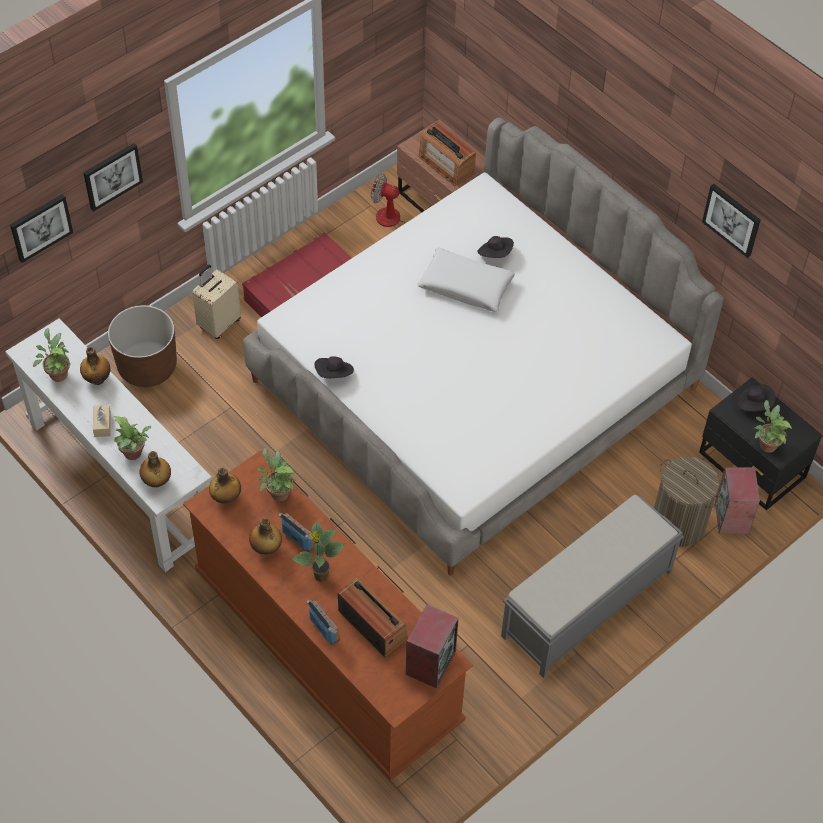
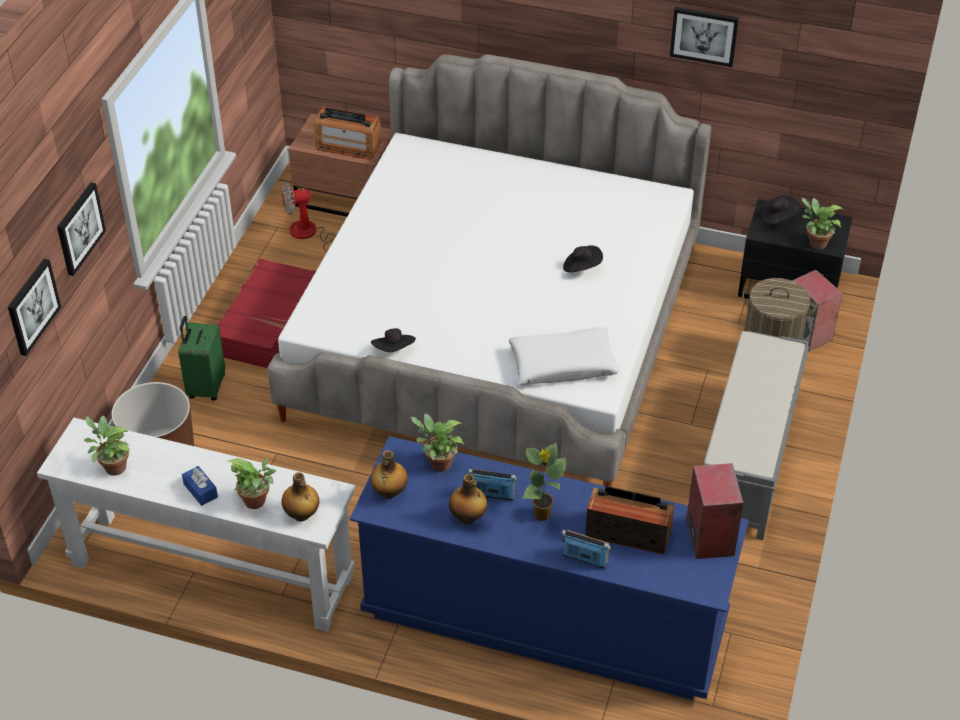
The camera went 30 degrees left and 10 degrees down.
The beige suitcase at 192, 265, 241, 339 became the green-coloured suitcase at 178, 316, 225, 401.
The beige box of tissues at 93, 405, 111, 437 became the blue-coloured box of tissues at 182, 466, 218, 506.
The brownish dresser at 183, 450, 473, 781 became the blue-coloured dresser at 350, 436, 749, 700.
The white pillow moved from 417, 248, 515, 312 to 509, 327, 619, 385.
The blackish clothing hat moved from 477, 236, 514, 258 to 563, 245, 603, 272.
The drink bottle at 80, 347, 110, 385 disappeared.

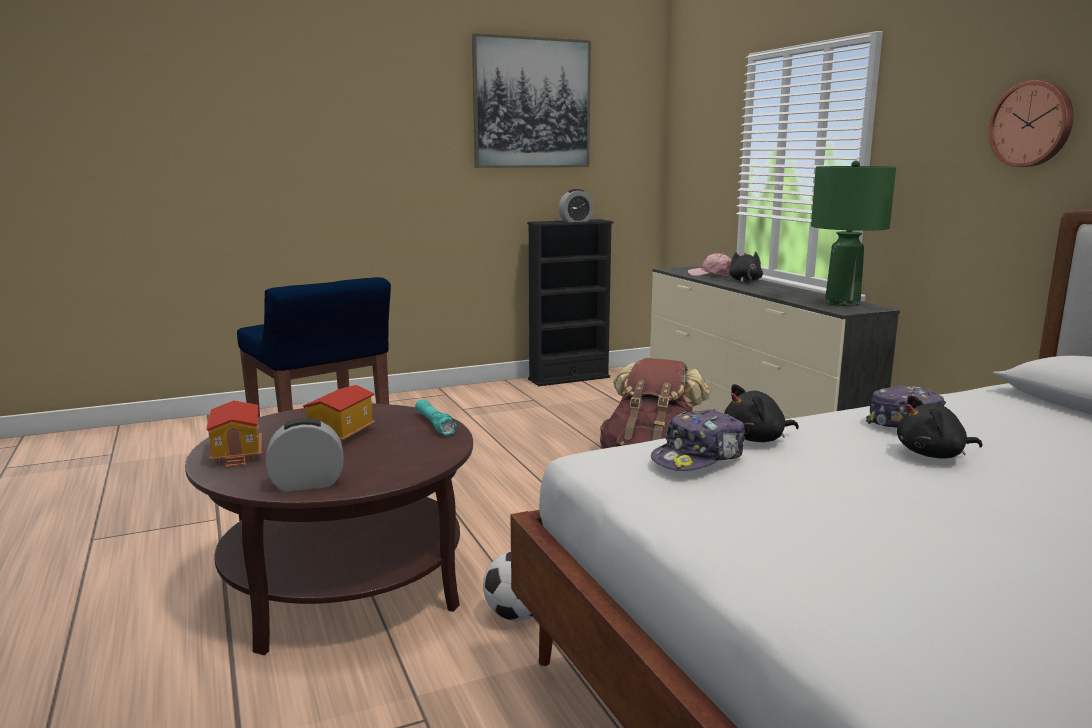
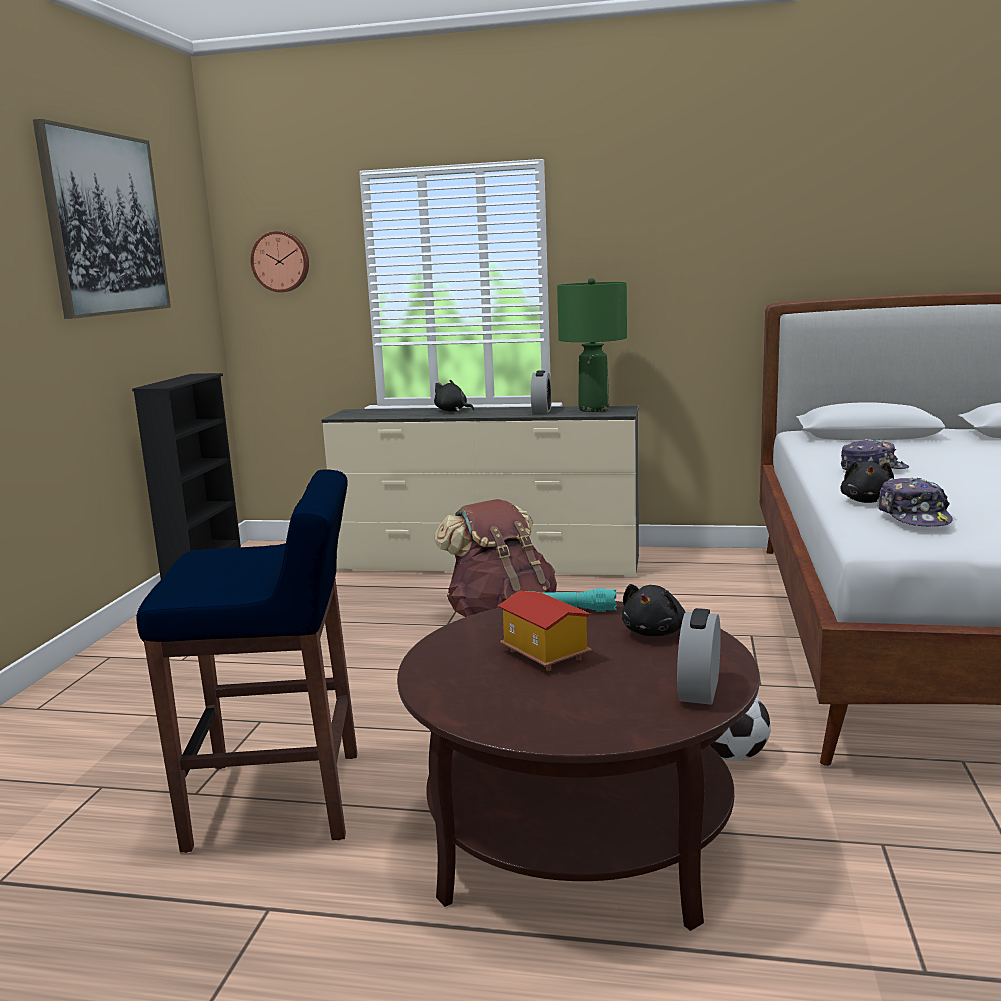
The camera went 55 degrees left and 0 degrees up.
The clock on the wall moved from 988, 80, 1073, 167 to 250, 231, 309, 292.
The table clock moved from 558, 189, 594, 222 to 531, 370, 552, 414.
The blackish soft toy moved from 897, 395, 983, 458 to 622, 584, 685, 636.
The toy house at 206, 400, 262, 468 disappeared.
The pink-coloured cap at 688, 253, 731, 276 disappeared.

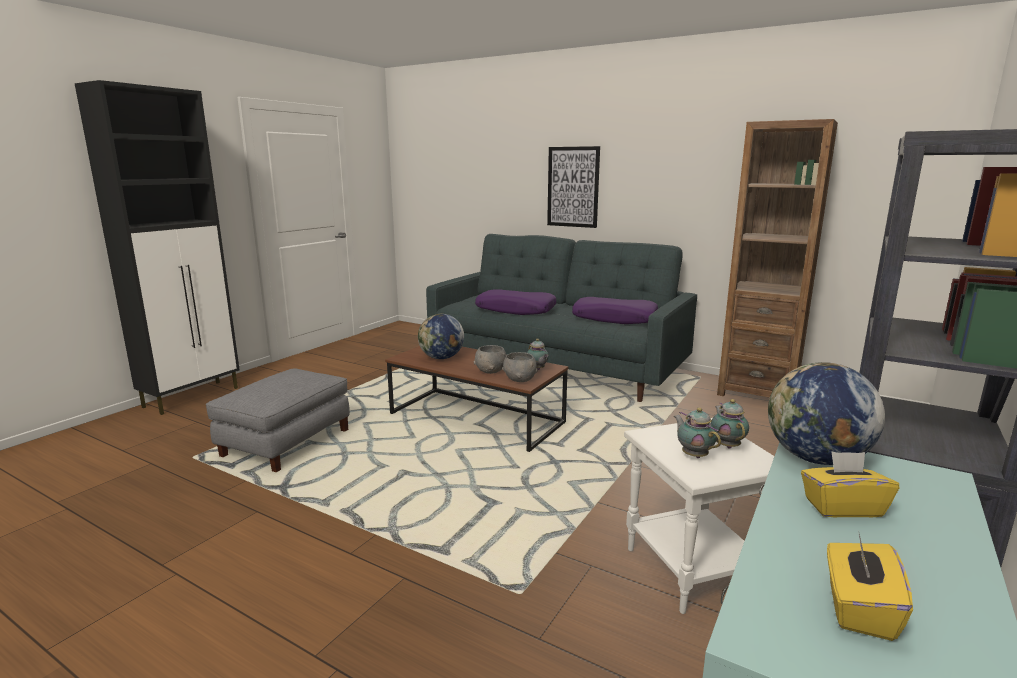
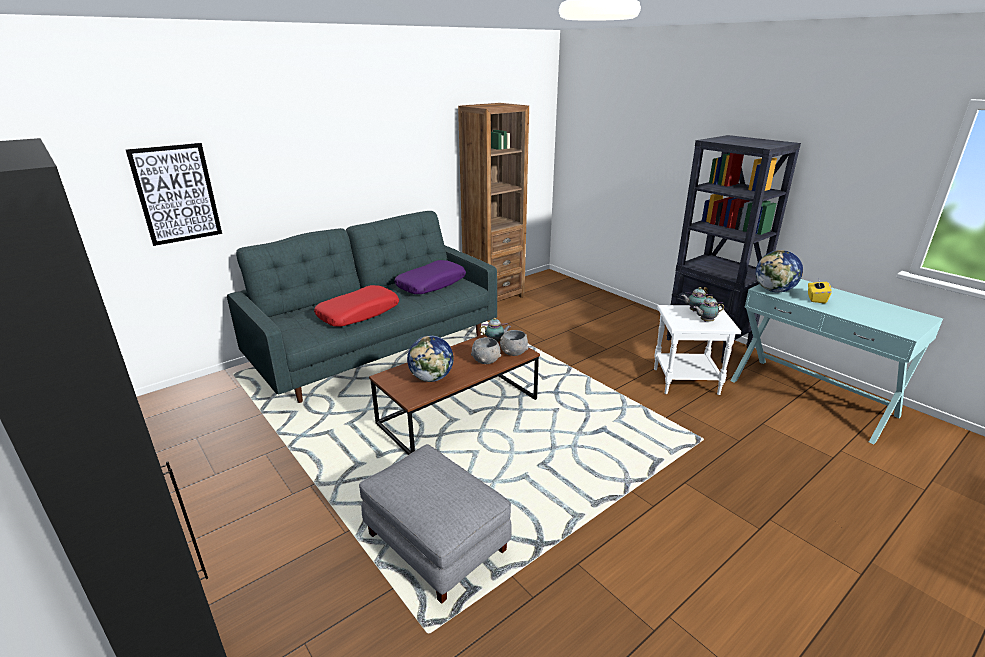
The camera went 70 degrees left and 10 degrees up.
The wall art moved from 547, 146, 600, 228 to 125, 143, 222, 246.
The purplish pillow at 475, 289, 556, 315 became the red pillow at 314, 285, 399, 327.
The yellow box of tissues at 827, 534, 913, 641 disappeared.

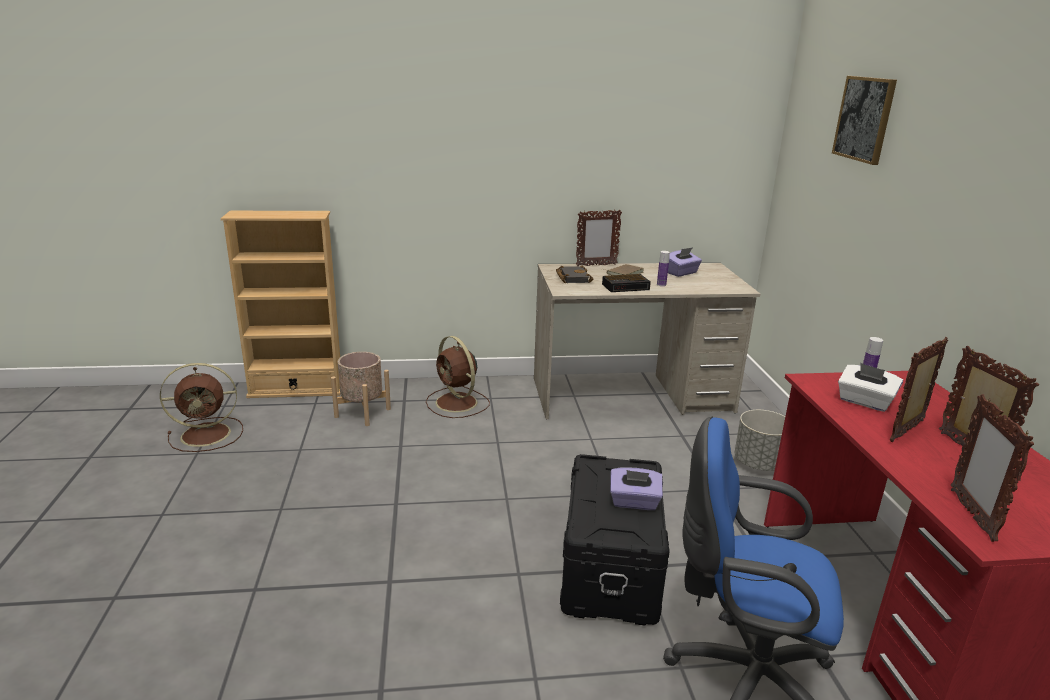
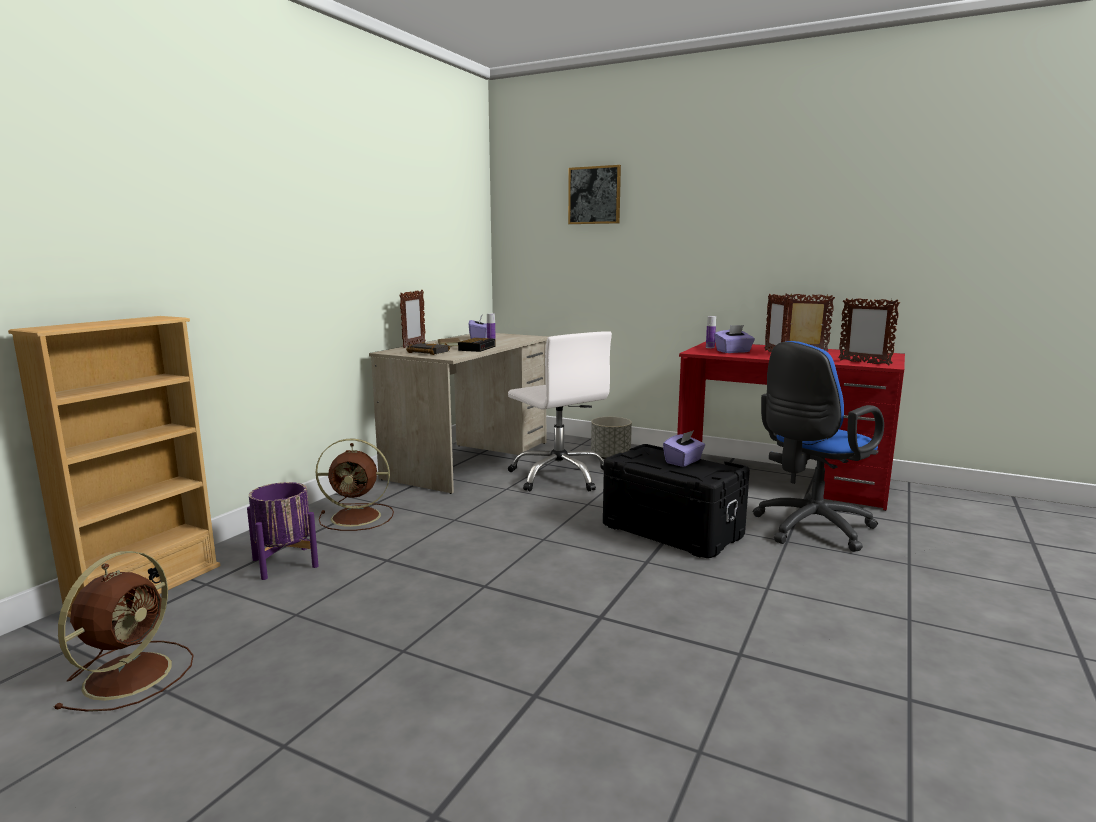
The camera went 55 degrees left and 10 degrees down.
The beige plant pot at 331, 352, 391, 426 became the purplish plant pot at 247, 482, 319, 580.
The white computer chair at 508, 331, 612, 491 appeared.
The white box of tissues at 838, 363, 903, 412 became the purplish box of tissues at 714, 325, 755, 353.

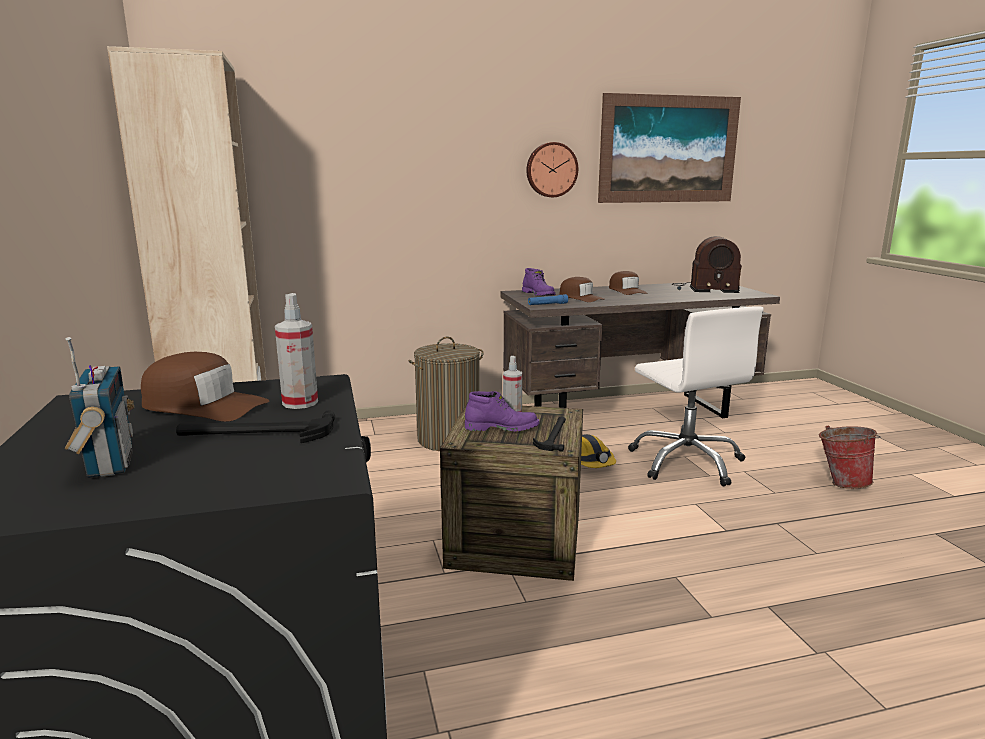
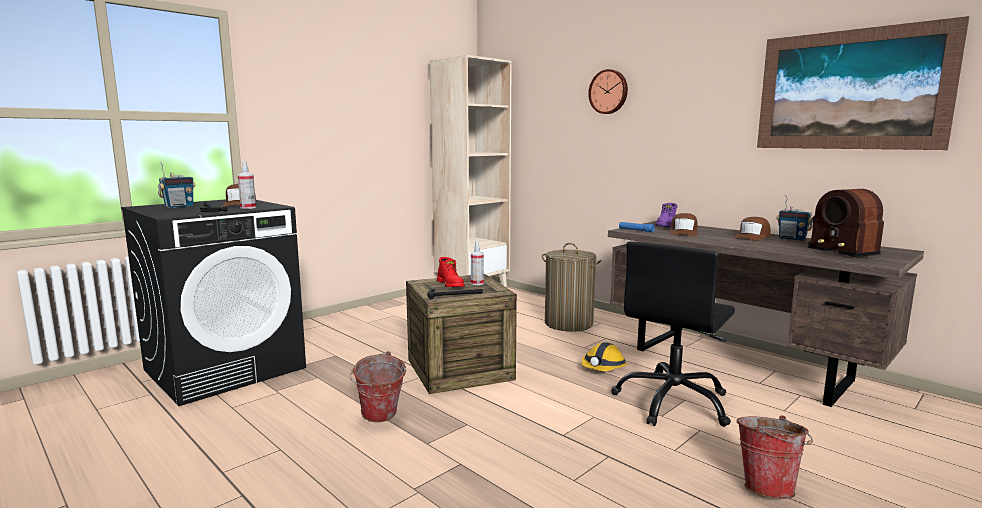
The camera went 60 degrees right and 5 degrees down.
The water bucket at 350, 351, 406, 422 appeared.
The purplish tall boot at 465, 391, 540, 431 became the red tall boot at 437, 257, 465, 287.
The clock on the wall moved from 526, 142, 578, 197 to 588, 69, 628, 114.
The white computer chair at 628, 306, 764, 487 became the blackish computer chair at 611, 241, 735, 427.
The radio at 777, 195, 813, 241 appeared.

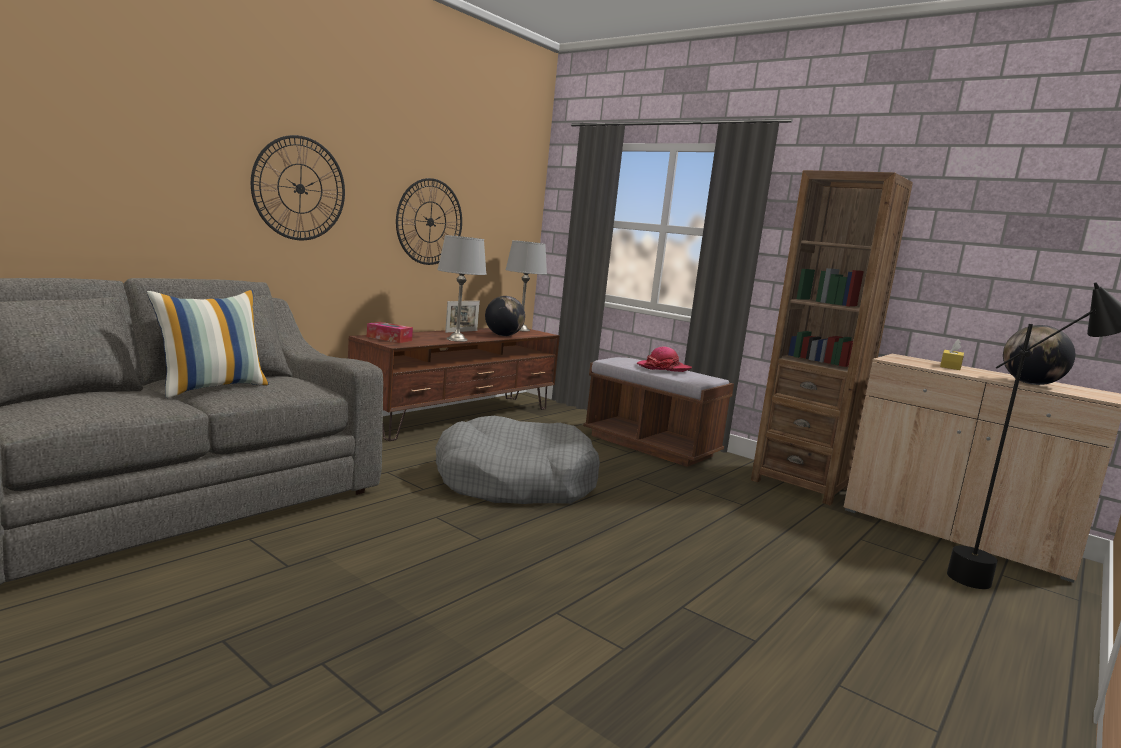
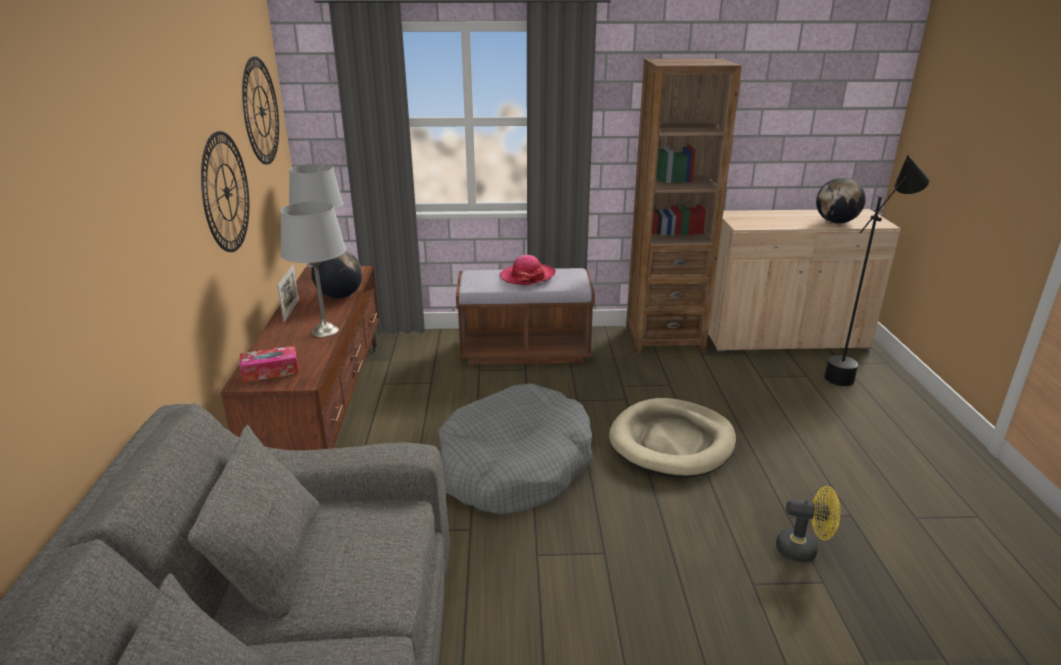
The camera went 40 degrees left and 15 degrees up.
The clock on the wall moved from 251, 135, 345, 240 to 242, 56, 279, 165.
The beige dog cushion at 609, 398, 736, 478 appeared.
The yellow electric fan at 776, 486, 841, 562 appeared.
The pillow at 147, 290, 269, 398 disappeared.
The yellow box of tissues at 940, 339, 964, 370 disappeared.

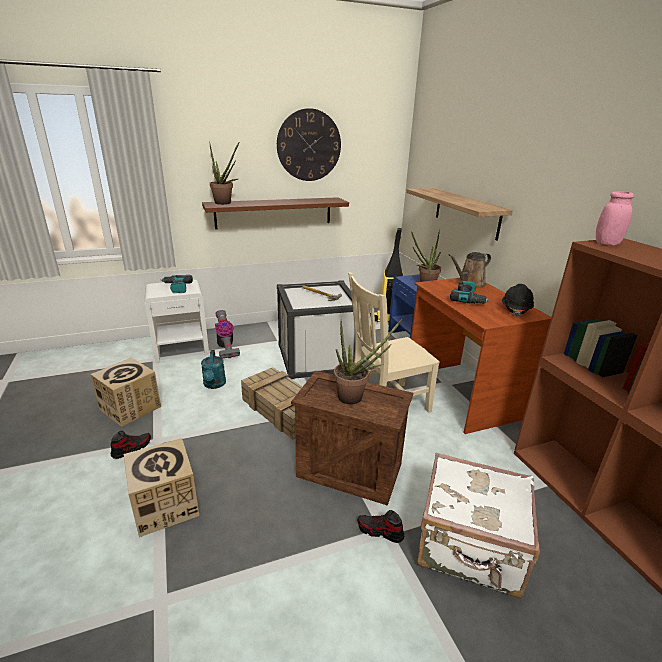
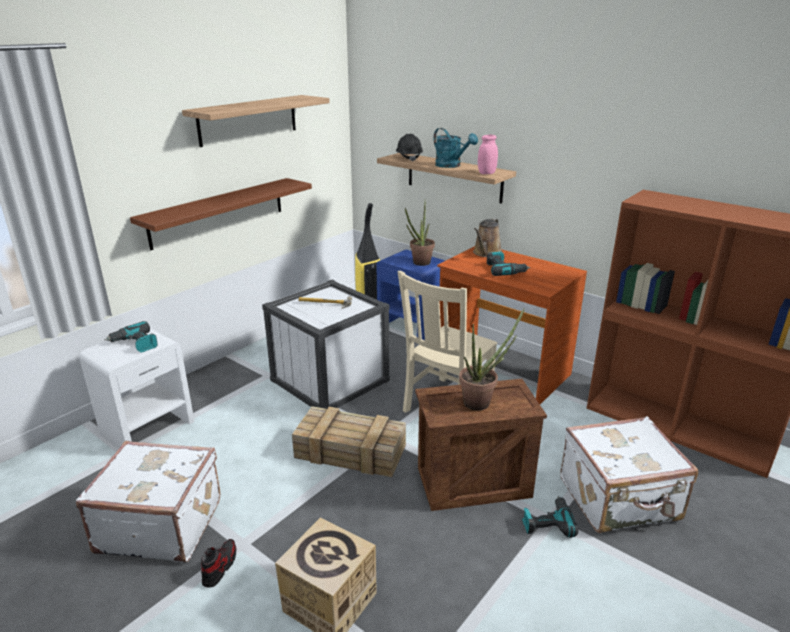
The camera went 30 degrees left and 0 degrees up.
The packing box at 90, 358, 161, 427 was replaced by the white suitcase at 76, 441, 220, 563.
The clock on the wall at 277, 108, 341, 181 was replaced by the shelf at 182, 95, 330, 147.
The blackish work helmet moved from 502, 284, 534, 317 to 396, 134, 423, 162.
The turquoise watering pot moved from 201, 350, 226, 389 to 433, 128, 478, 168.
The pink-coloured storage jar moved from 596, 191, 634, 245 to 478, 135, 498, 174.
The item of footwear at 357, 510, 404, 543 was replaced by the power drill at 522, 496, 578, 538.
The plant in a pot at 209, 141, 239, 205 disappeared.
The vacuum cleaner at 215, 310, 240, 359 disappeared.

